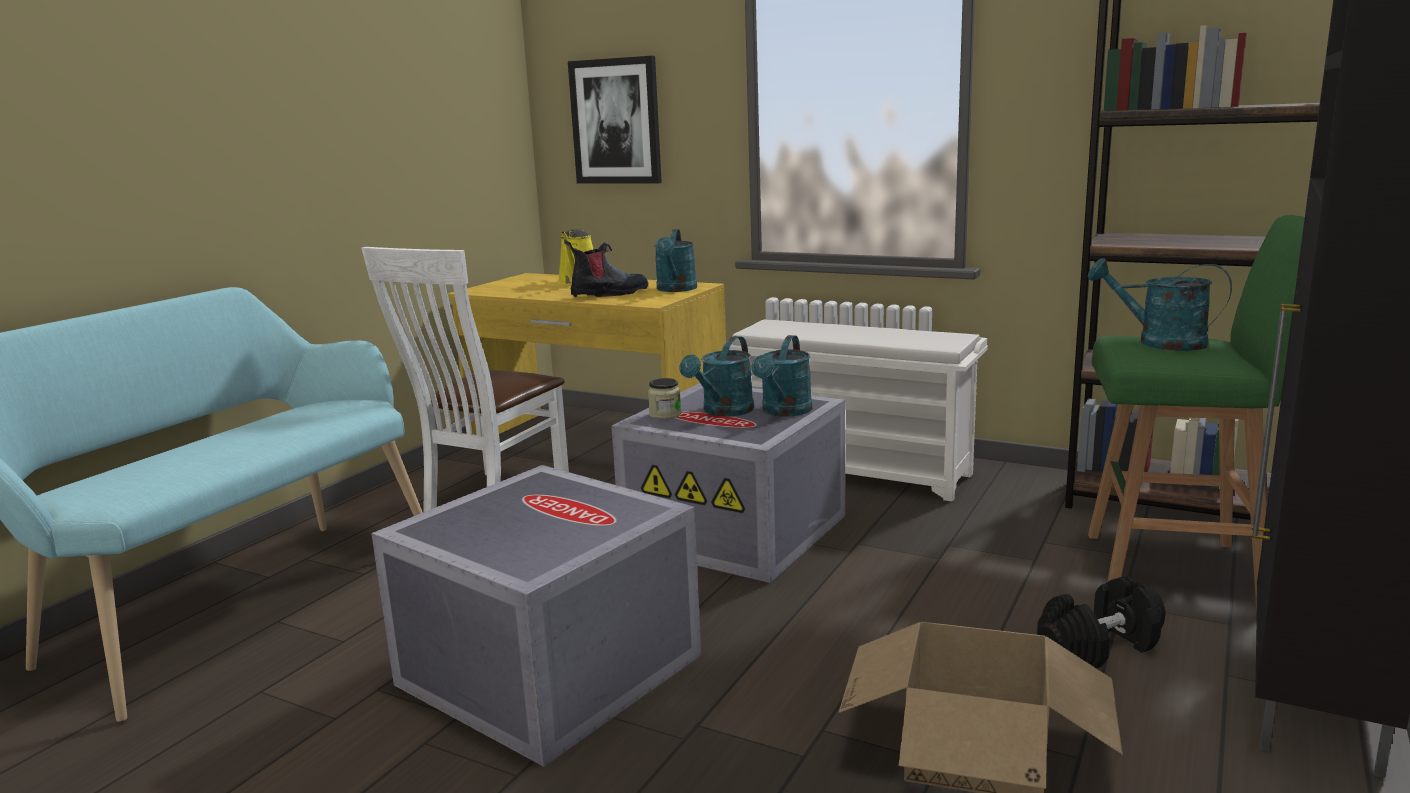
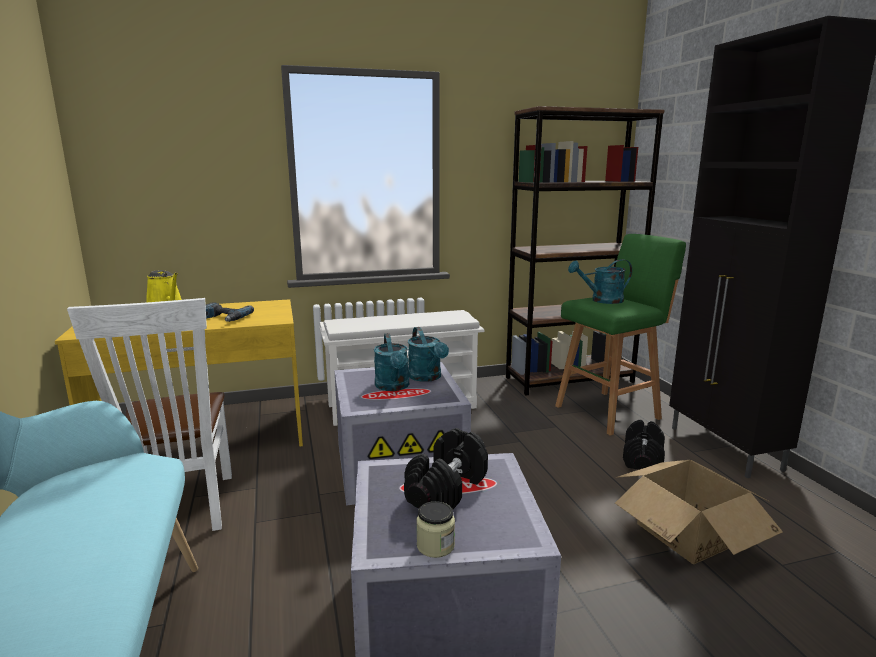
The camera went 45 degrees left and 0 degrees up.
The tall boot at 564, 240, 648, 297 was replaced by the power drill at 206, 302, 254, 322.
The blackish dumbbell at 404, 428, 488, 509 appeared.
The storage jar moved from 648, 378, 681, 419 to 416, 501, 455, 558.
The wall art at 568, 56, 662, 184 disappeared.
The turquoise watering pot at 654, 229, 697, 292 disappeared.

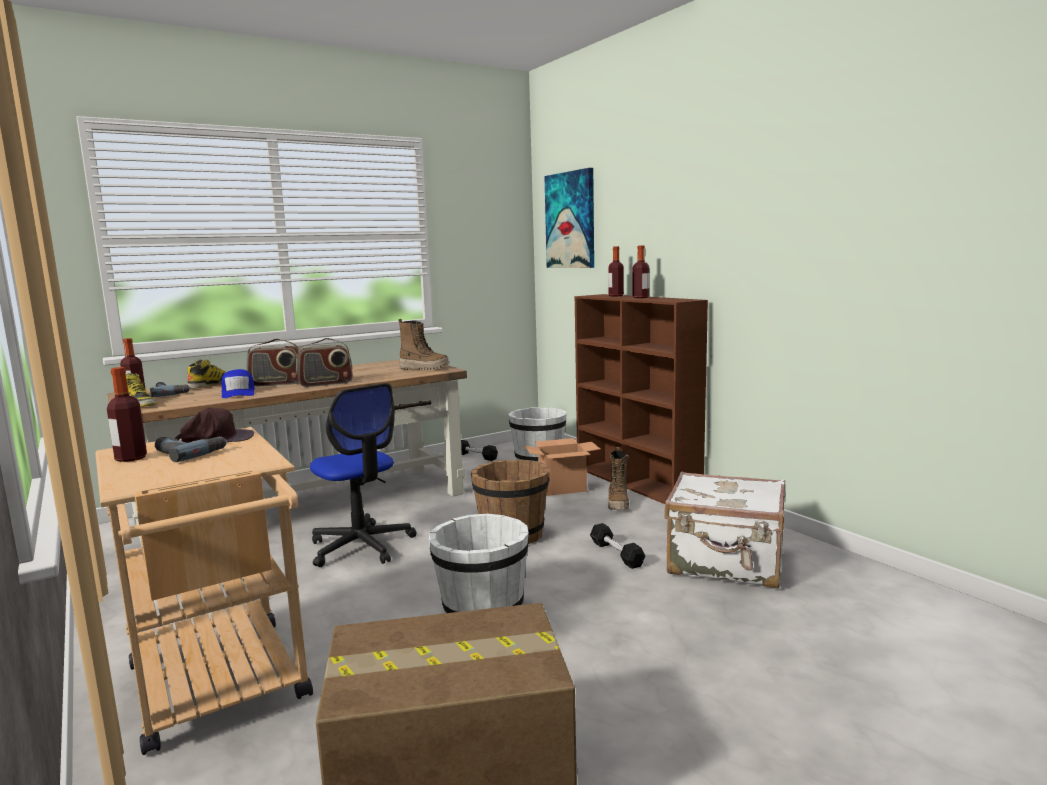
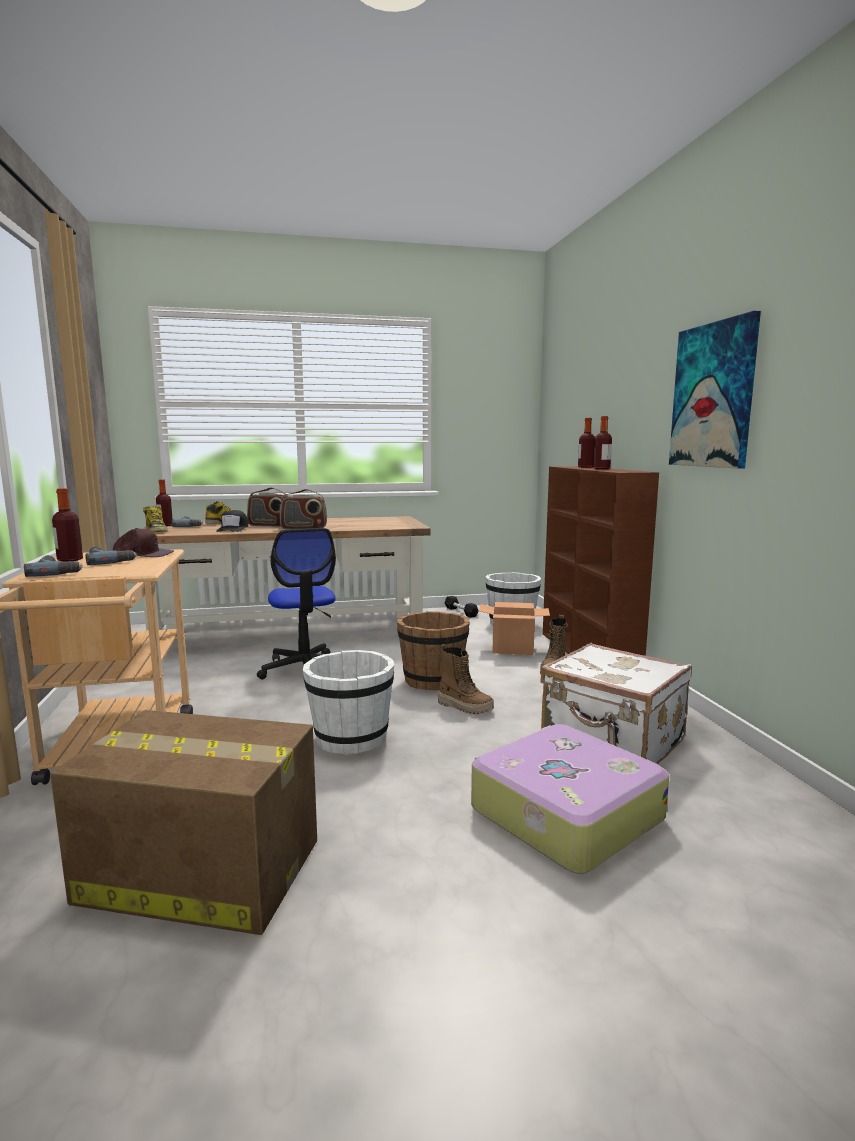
The camera went 20 degrees right and 0 degrees up.
The power drill at 24, 555, 83, 577 appeared.
The blue-coloured cap at 221, 369, 255, 398 became the blackish cap at 216, 510, 248, 532.
The tall boot moved from 399, 319, 449, 370 to 438, 644, 494, 715.
The suitcase at 471, 724, 669, 874 appeared.
The wall art moved from 544, 168, 594, 268 to 669, 311, 761, 468.
The blackish dumbbell at 590, 523, 645, 569 disappeared.

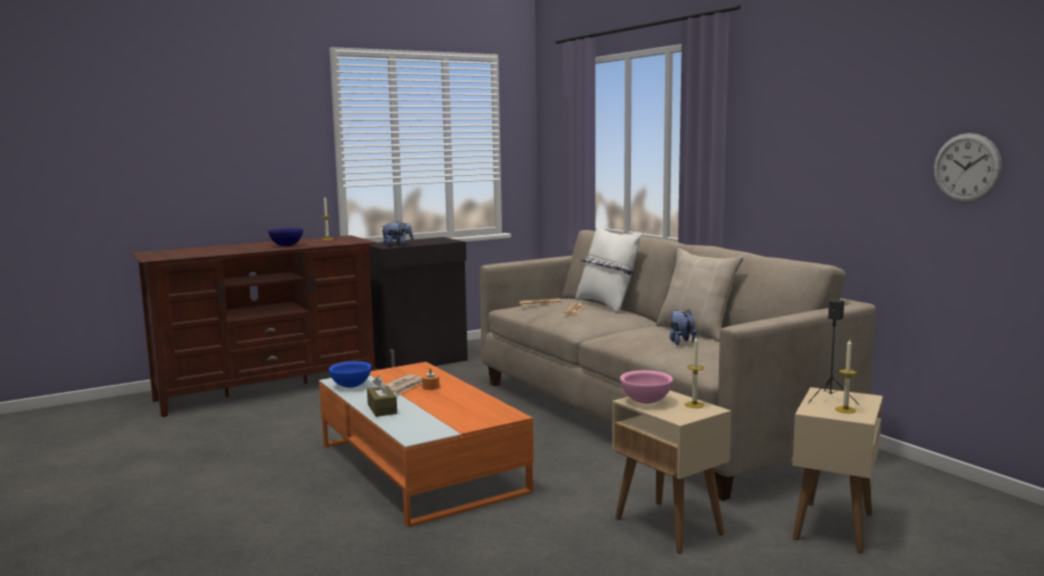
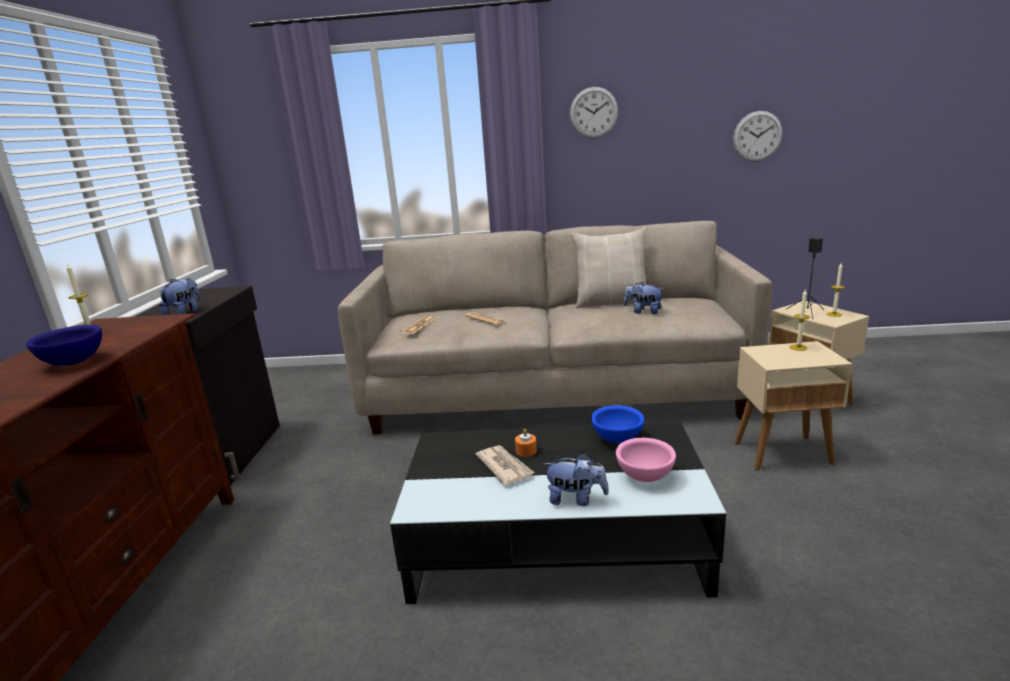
The camera went 55 degrees left and 10 degrees up.
The orange-coloured coffee table at 319, 362, 534, 527 became the blackish coffee table at 390, 422, 726, 604.
The brownish box of tissues at 367, 376, 397, 417 was replaced by the soft toy at 543, 453, 609, 506.
The clock on the wall at 570, 87, 618, 139 appeared.
The blue-coloured bowl moved from 329, 361, 371, 388 to 591, 405, 644, 443.
The pink-coloured bowl moved from 620, 370, 673, 404 to 616, 438, 676, 482.
The white pillow at 575, 226, 642, 314 disappeared.

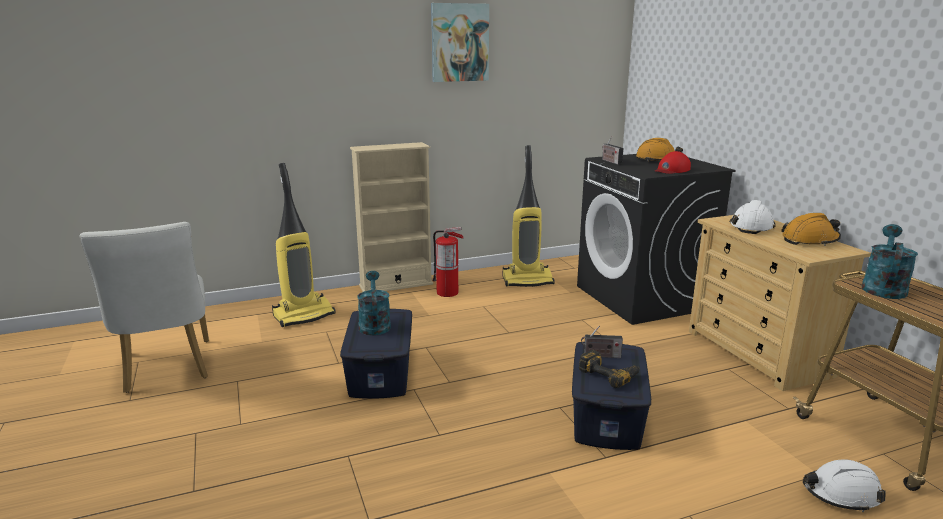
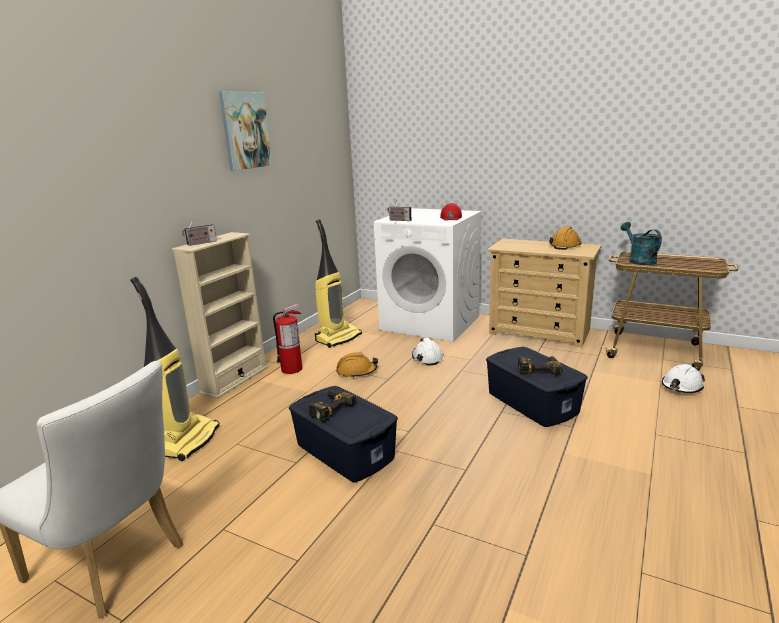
The camera went 40 degrees left and 0 degrees up.
The radio moved from 581, 326, 623, 358 to 182, 218, 217, 246.
The turquoise watering pot at 357, 271, 391, 336 was replaced by the power drill at 309, 390, 356, 422.
The orange-coloured work helmet moved from 636, 138, 683, 161 to 336, 352, 378, 378.
The blackish laundry appliance at 577, 154, 735, 325 became the white laundry appliance at 374, 208, 482, 342.
The white work helmet moved from 730, 200, 775, 234 to 412, 338, 444, 366.

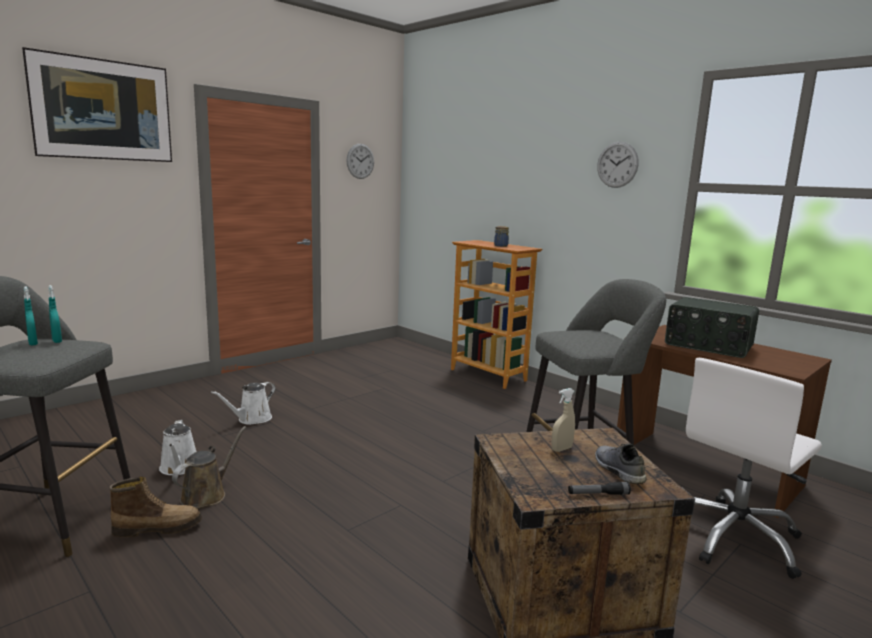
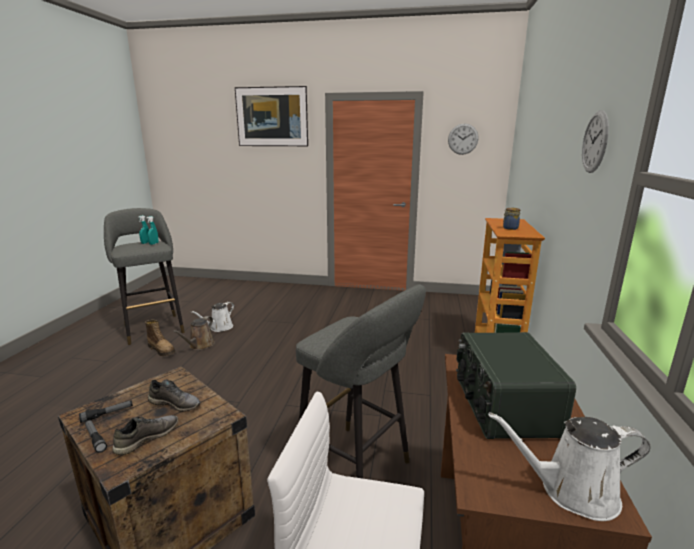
The camera went 55 degrees right and 5 degrees up.
The hand torch at 79, 400, 133, 423 appeared.
The beige hand sprayer at 551, 388, 575, 452 was replaced by the grey item of footwear at 148, 379, 201, 412.
The brownish watering pot at 172, 426, 246, 509 turned 120 degrees clockwise.
The white watering pot moved from 211, 382, 276, 425 to 488, 412, 651, 521.

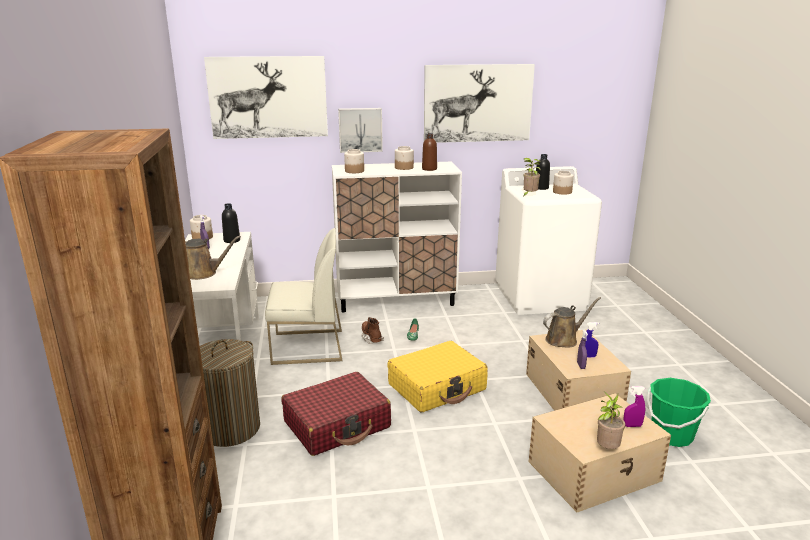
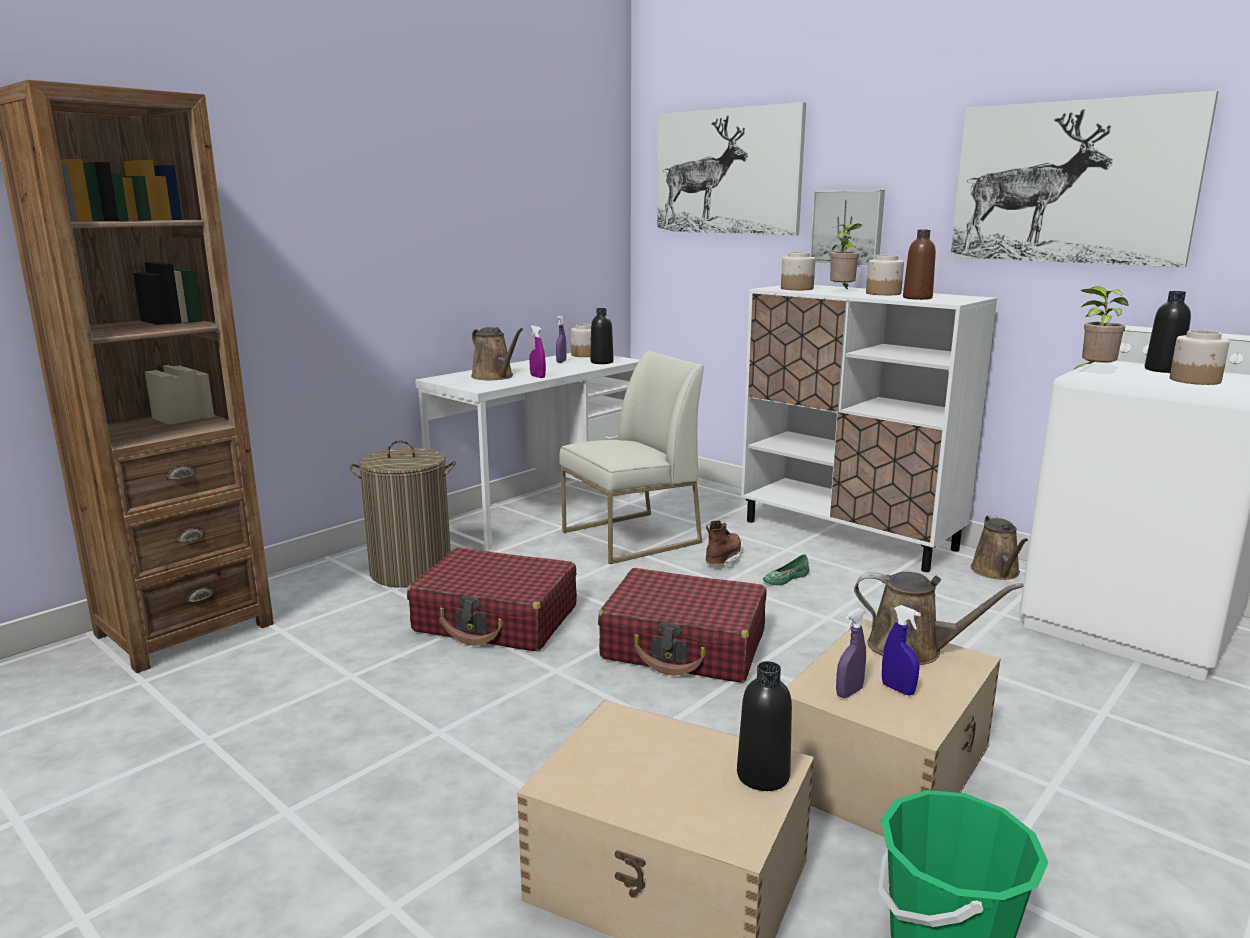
The camera went 50 degrees right and 5 degrees down.
The purplish hand sprayer moved from 623, 386, 645, 427 to 529, 325, 546, 378.
The white plain chair at 265, 228, 342, 365 turned 75 degrees counterclockwise.
The yellow suitcase at 388, 341, 488, 412 became the red suitcase at 598, 568, 766, 683.
The blackish drink bottle at 737, 661, 792, 791 appeared.
The plant in a pot moved from 597, 391, 625, 449 to 830, 224, 862, 289.
The brownish watering pot at 971, 515, 1028, 580 appeared.

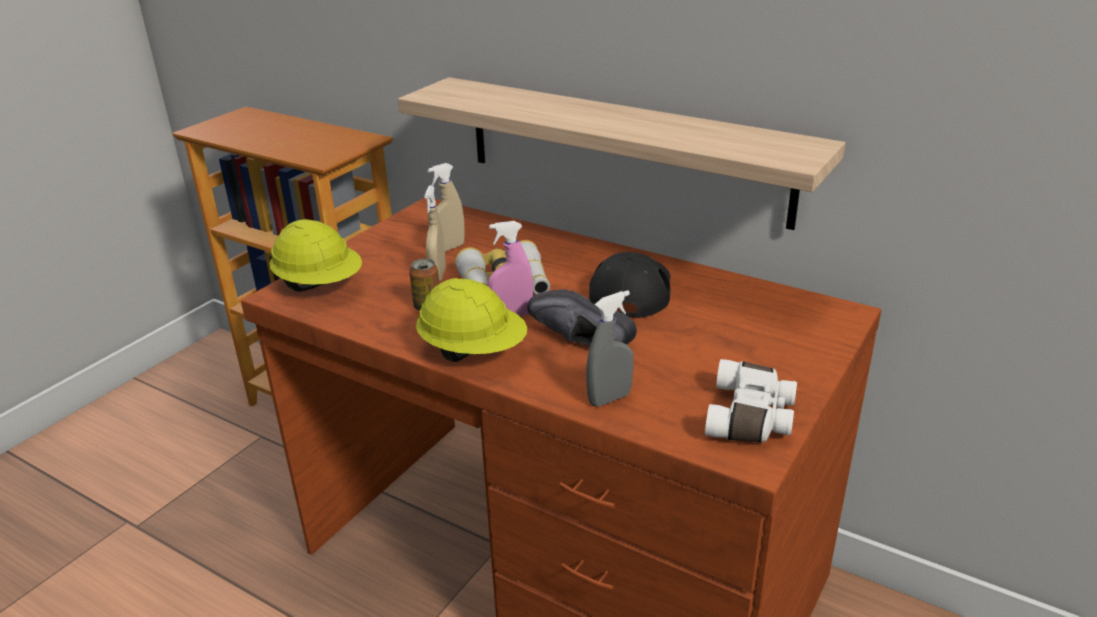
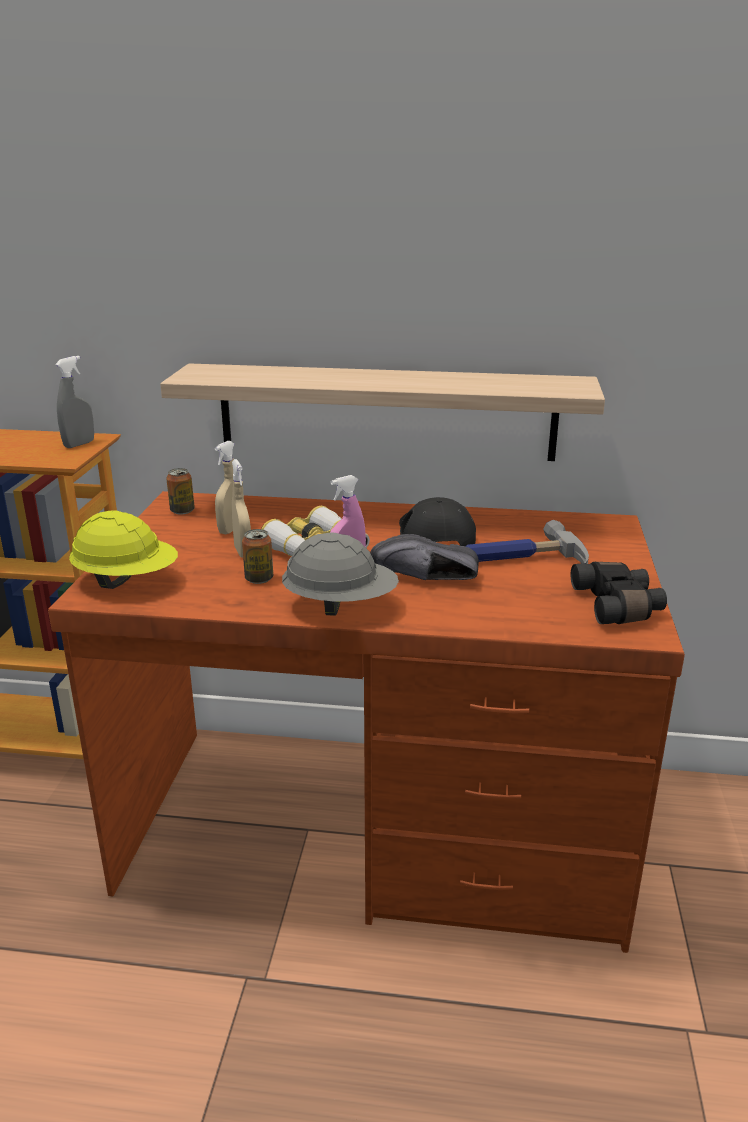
The camera went 25 degrees left and 5 degrees down.
The grey hand sprayer moved from 586, 290, 634, 406 to 55, 356, 94, 448.
The can at 166, 468, 195, 515 appeared.
The yellow work helmet at 416, 278, 527, 362 became the grey work helmet at 282, 533, 399, 616.
The tool hammer at 465, 520, 589, 564 appeared.
The white field glasses at 705, 359, 797, 442 became the blackish field glasses at 571, 562, 667, 624.

